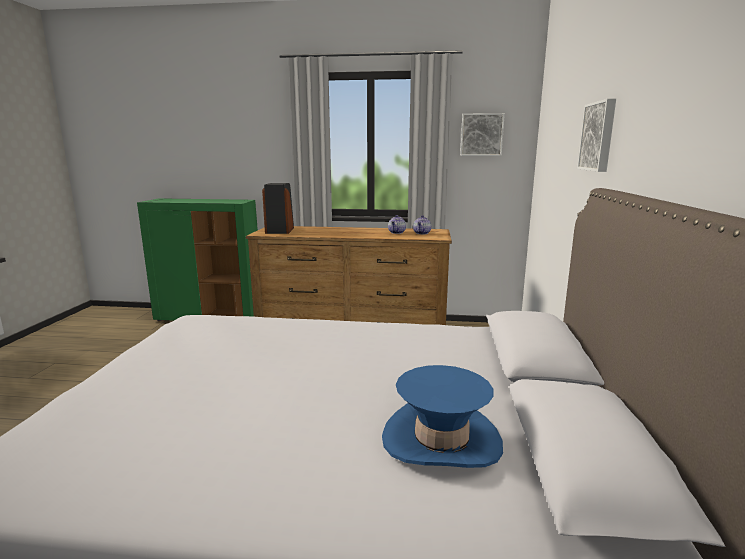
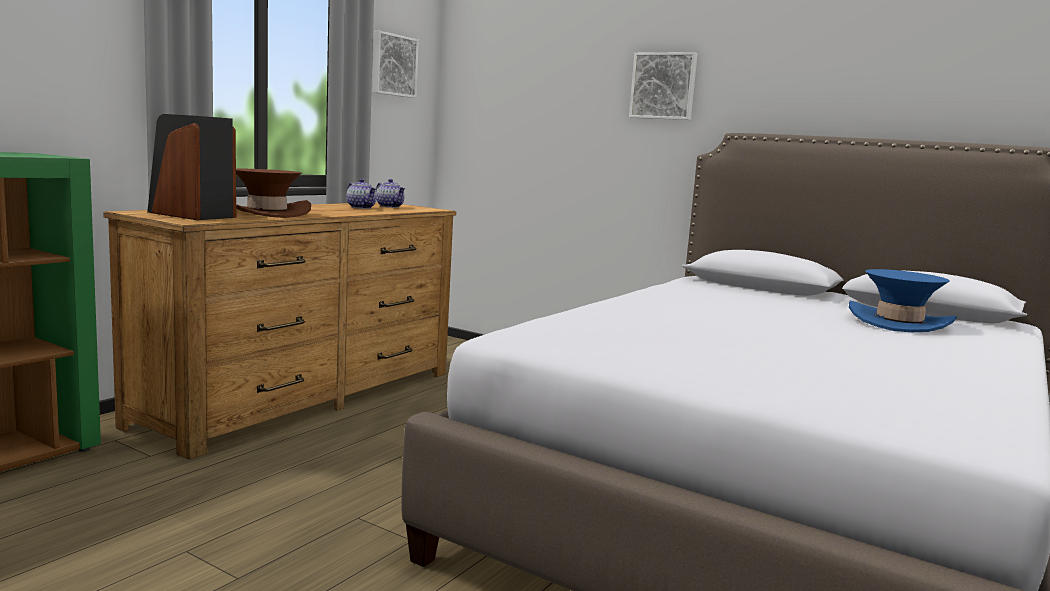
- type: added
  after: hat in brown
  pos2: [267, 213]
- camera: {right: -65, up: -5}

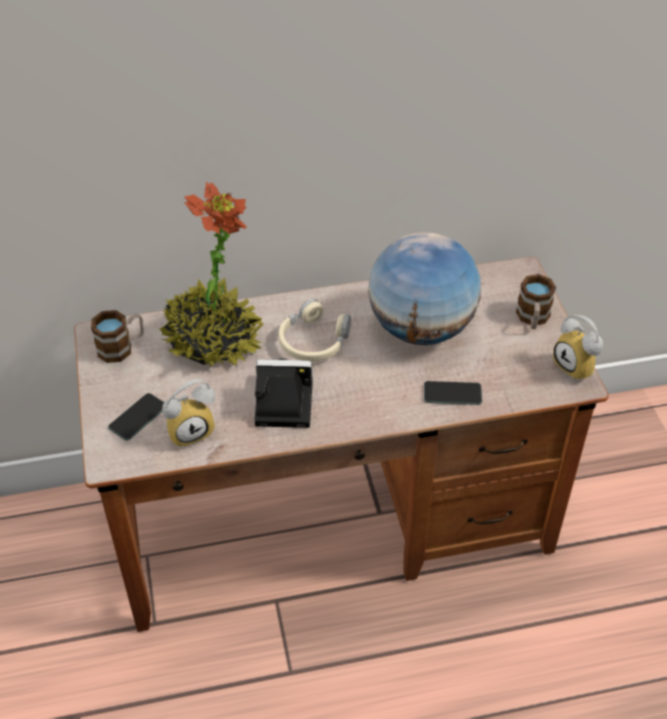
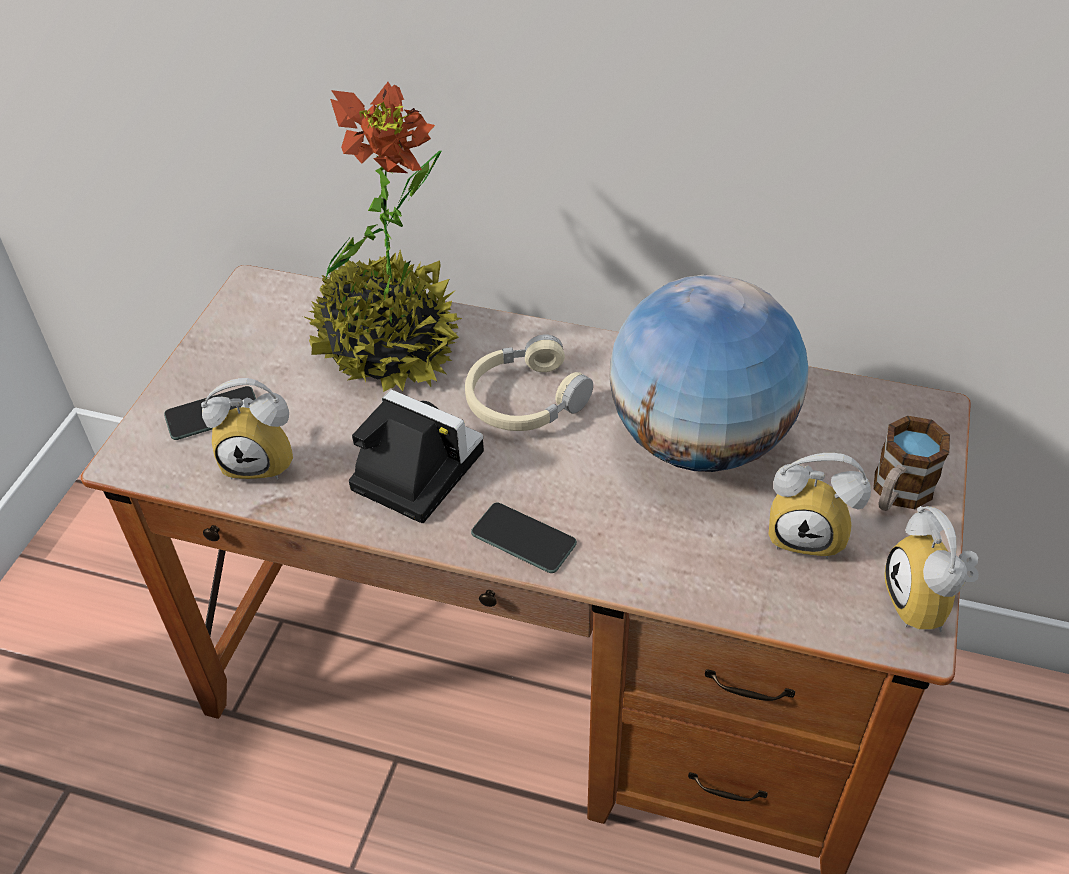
- type: removed
  before: mug
  pos1: [122, 347]
- type: moved
  before: phone
  pos1: [452, 394]
  pos2: [523, 538]
- type: added
  after: alarm clock
  pos2: [809, 533]
- camera: {right: 30, up: 0}

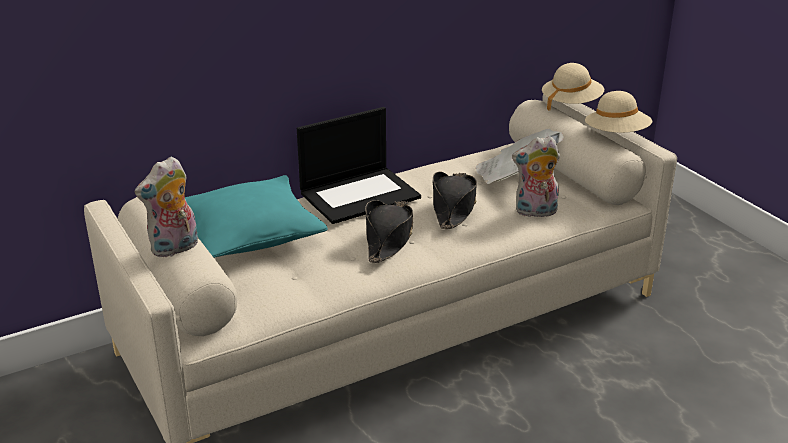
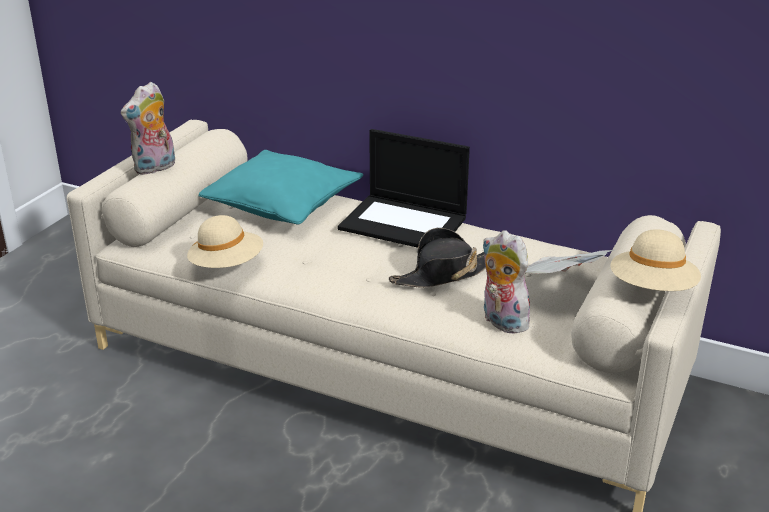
- type: moved
  before: hat in beige
  pos1: [571, 104]
  pos2: [227, 265]
- type: turned
  before: plush toy
  pos1: [174, 249]
  pos2: [155, 168]
  turn: -60
- type: removed
  before: hat in black
  pos1: [388, 238]
- camera: {right: 55, up: 0}

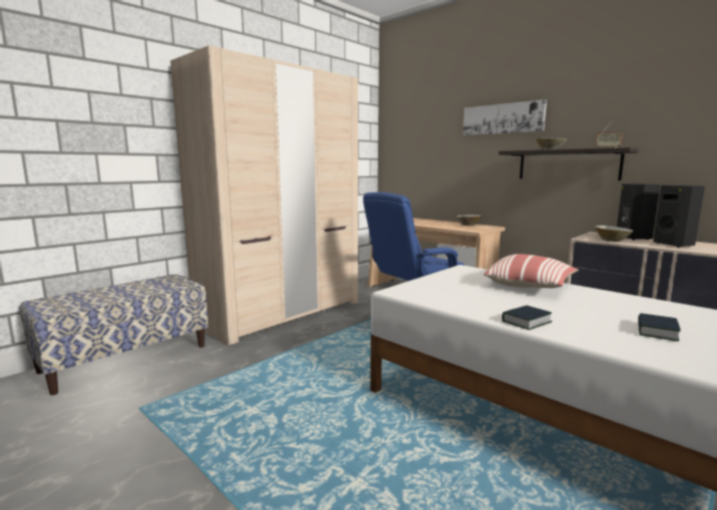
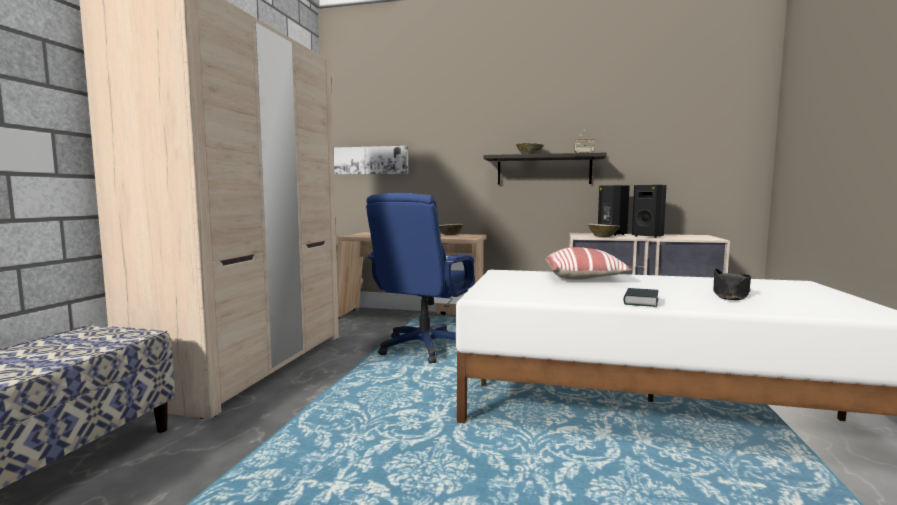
- type: moved
  before: picture
  pos1: [502, 119]
  pos2: [369, 160]
- type: replaced
  before: book
  after: hat in black
  pos1: [656, 331]
  pos2: [730, 295]
- camera: {right: -30, up: -5}

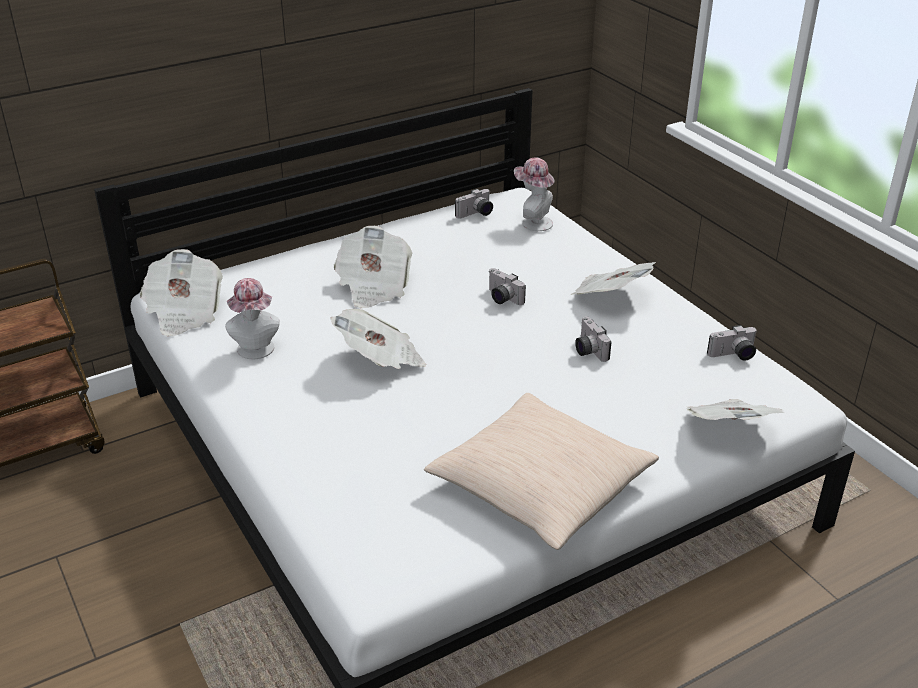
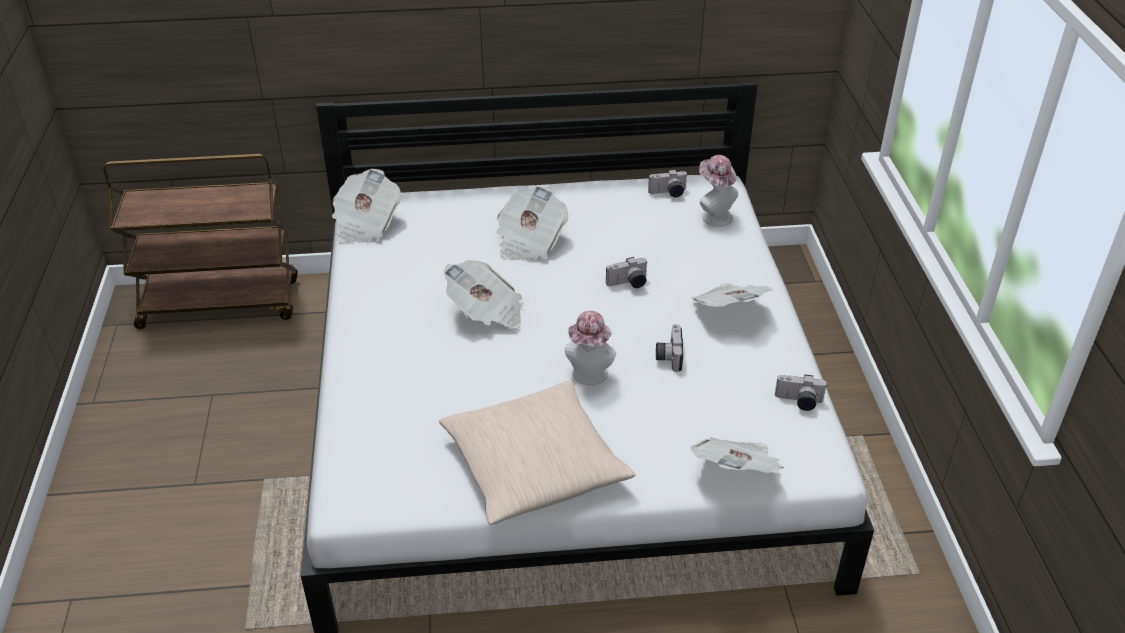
- type: turned
  before: photo camera
  pos1: [501, 298]
  pos2: [628, 284]
  turn: -90
- type: moved
  before: hat
  pos1: [256, 351]
  pos2: [589, 376]
- camera: {right: 25, up: 5}

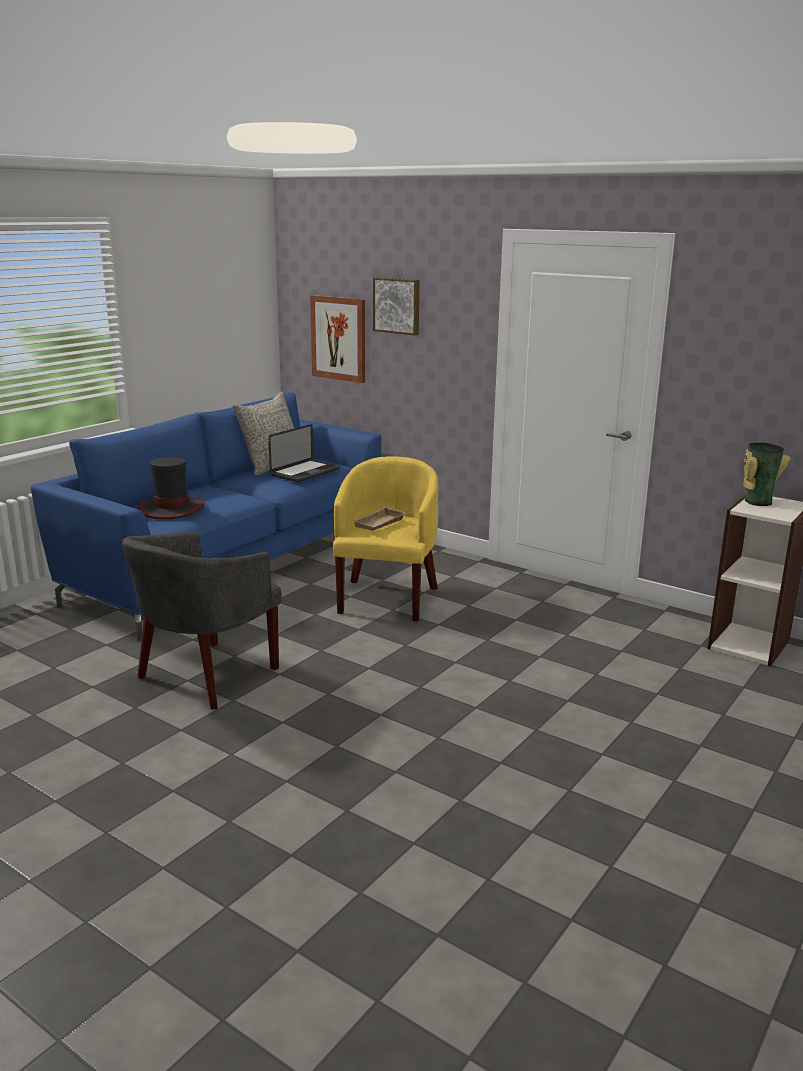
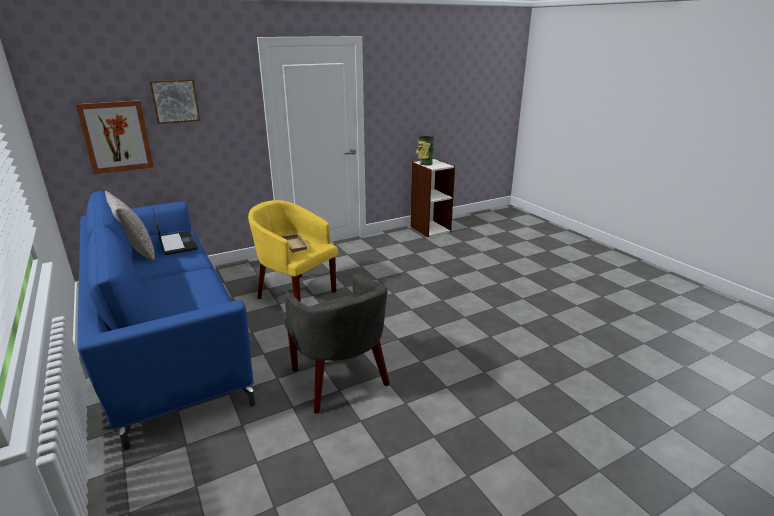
- type: removed
  before: hat
  pos1: [171, 509]
- camera: {right: -65, up: 5}

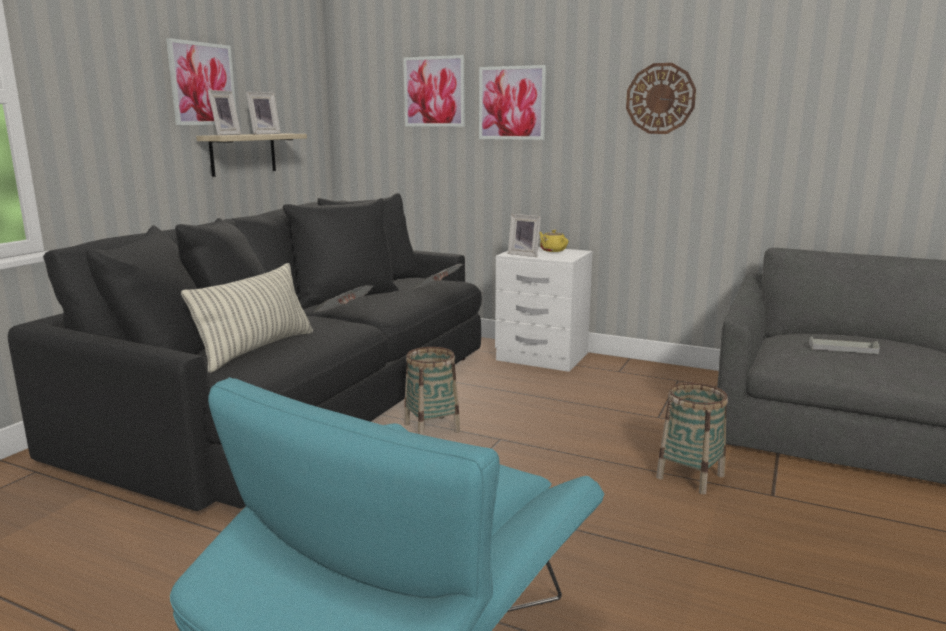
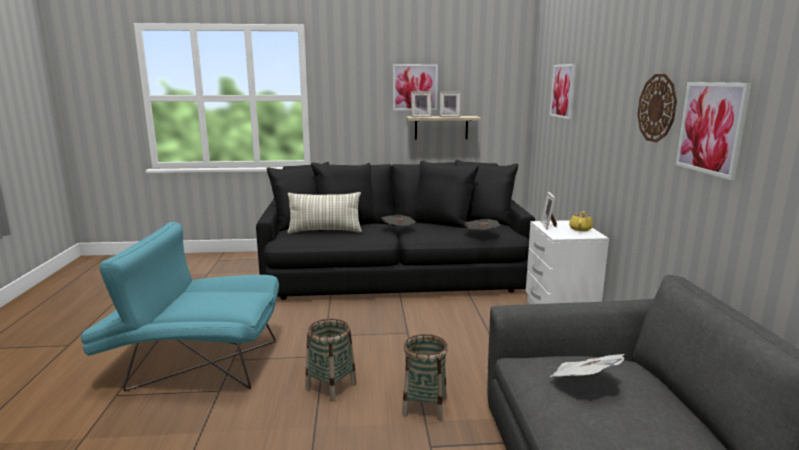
- type: moved
  before: picture
  pos1: [512, 103]
  pos2: [711, 128]
- type: replaced
  before: tray in grey
  after: newspaper
  pos1: [842, 348]
  pos2: [584, 382]
- type: moved
  before: basket
  pos1: [431, 428]
  pos2: [331, 387]
- camera: {right: 60, up: 0}

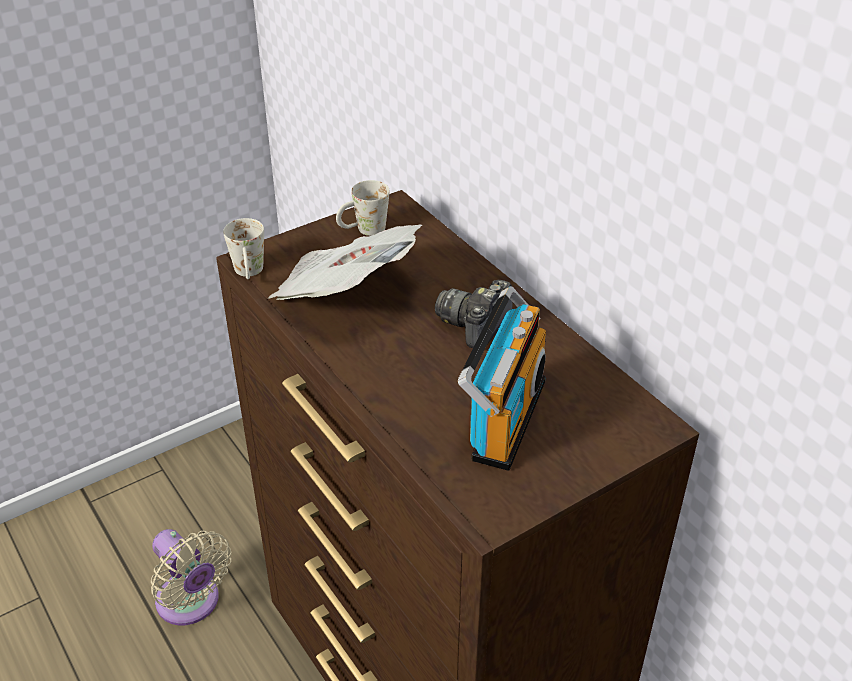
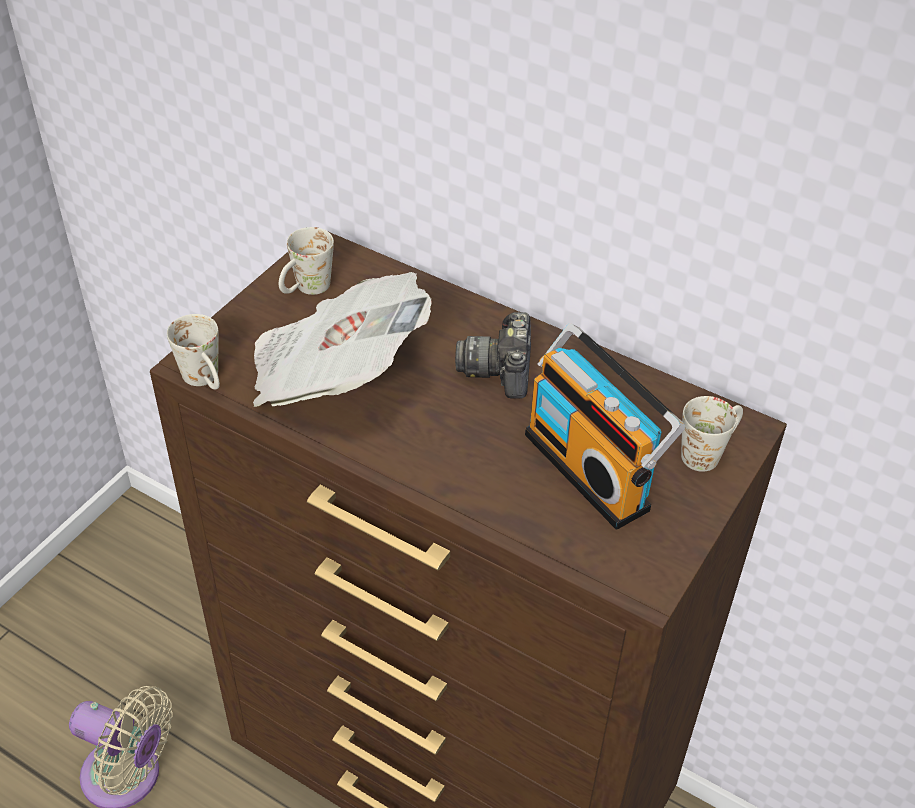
- type: turned
  before: radio
  pos1: [502, 418]
  pos2: [592, 469]
  turn: 150
- type: added
  after: mug in white
  pos2: [708, 451]
- camera: {right: -25, up: 5}

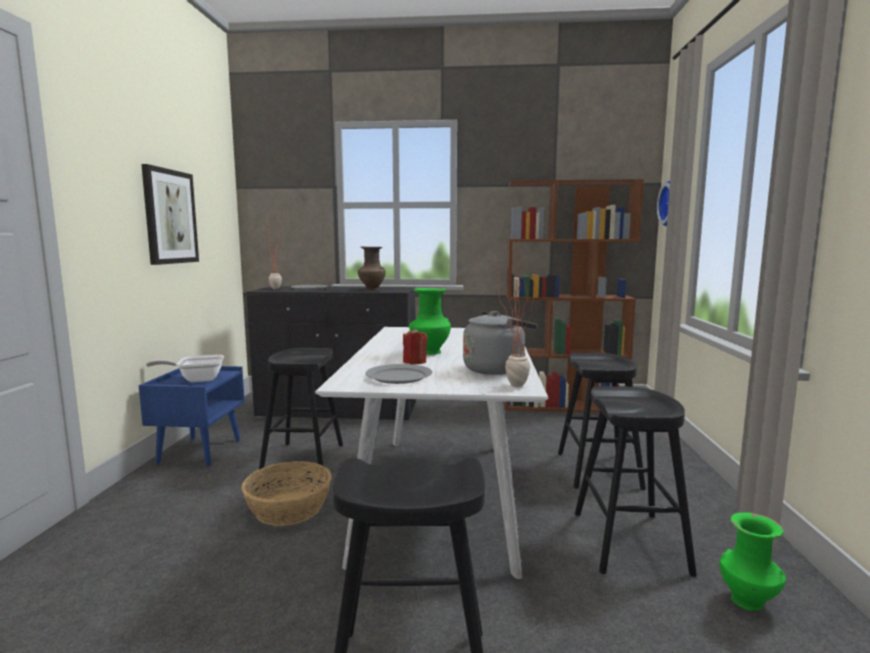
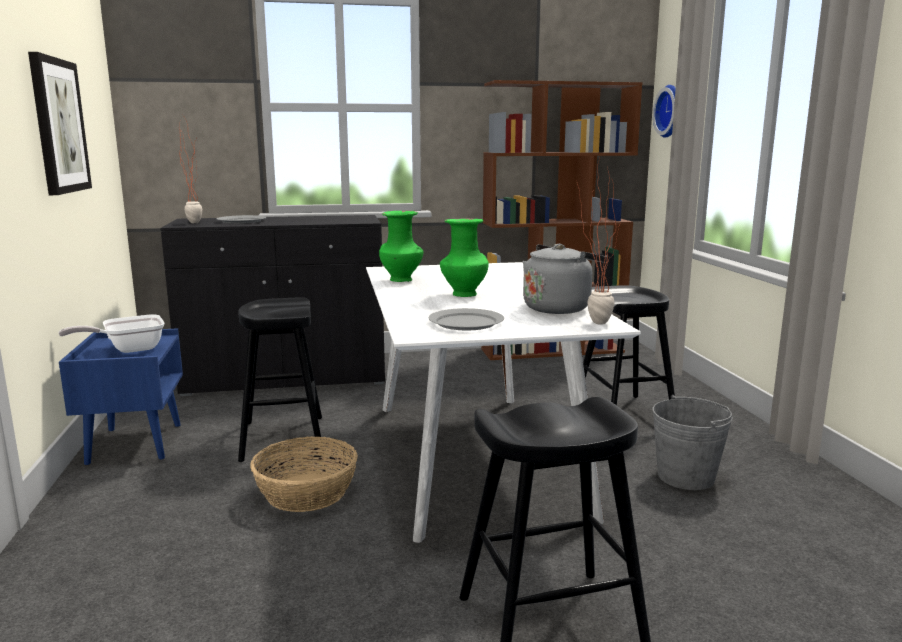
- type: removed
  before: vase in brown
  pos1: [371, 289]
- type: removed
  before: candle in red
  pos1: [414, 362]
- type: replaced
  before: stool in black
  after: bucket in grey
  pos1: [629, 541]
  pos2: [686, 477]
- type: moved
  before: vase in green
  pos1: [748, 602]
  pos2: [402, 280]
- camera: {right: -15, up: 5}

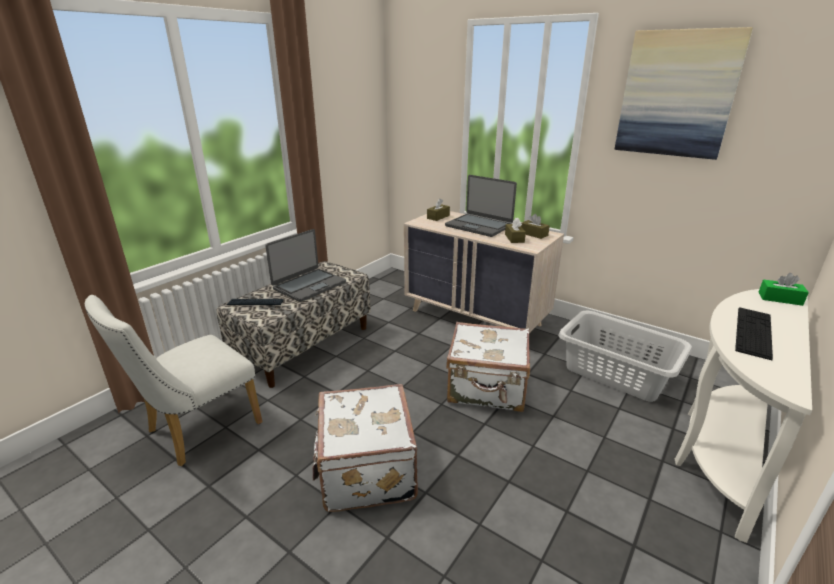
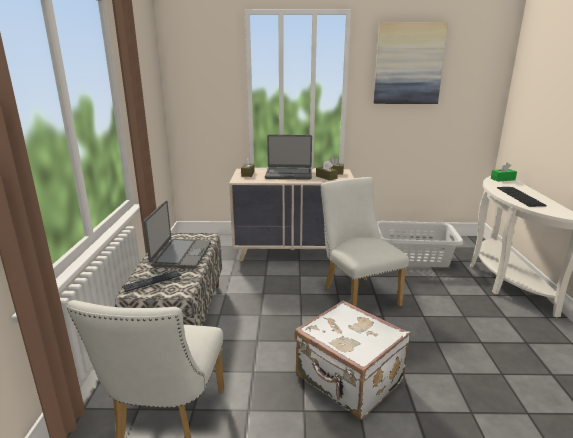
- type: replaced
  before: suitcase in white
  after: chair in white
  pos1: [487, 389]
  pos2: [357, 294]
- camera: {right: -35, up: -5}

